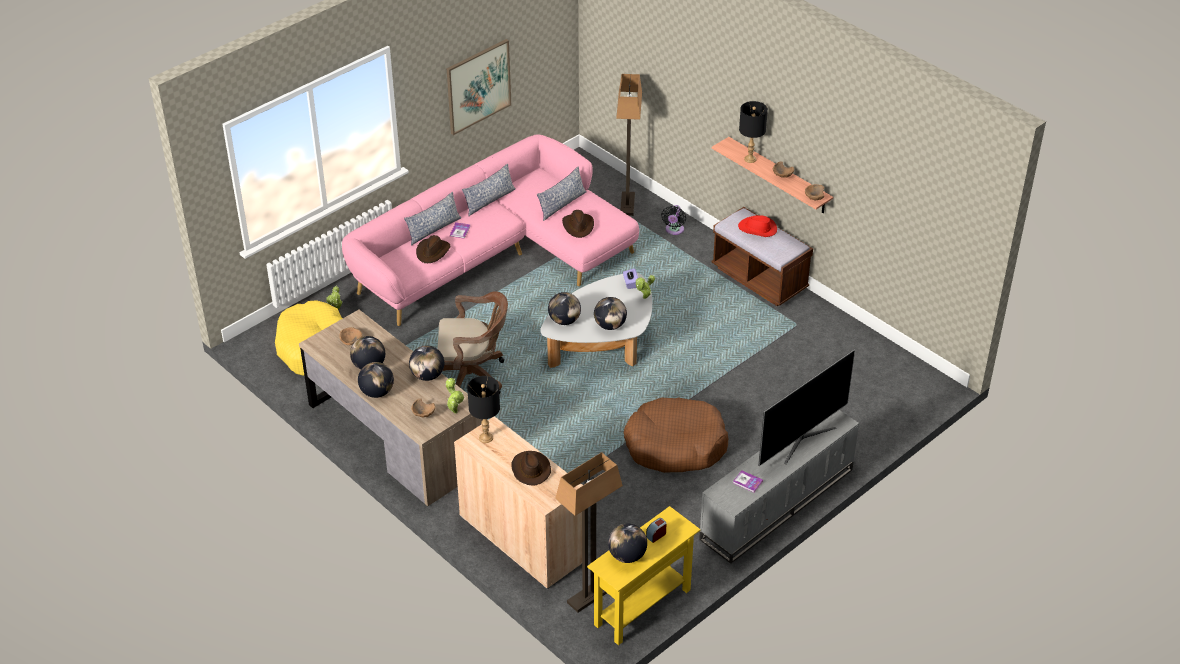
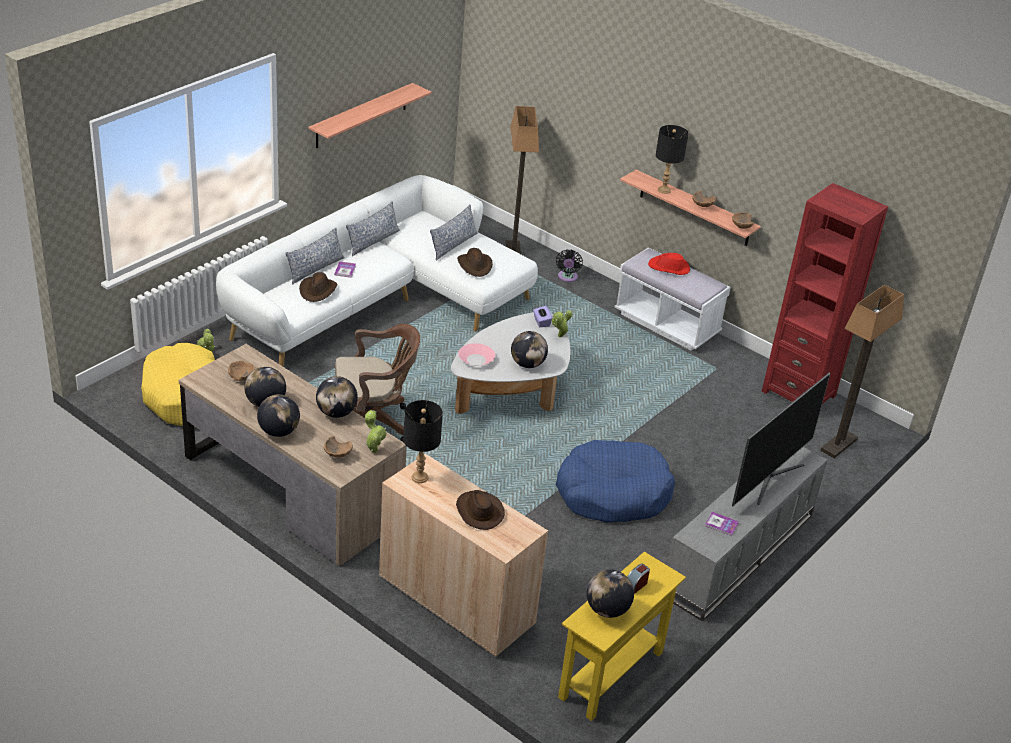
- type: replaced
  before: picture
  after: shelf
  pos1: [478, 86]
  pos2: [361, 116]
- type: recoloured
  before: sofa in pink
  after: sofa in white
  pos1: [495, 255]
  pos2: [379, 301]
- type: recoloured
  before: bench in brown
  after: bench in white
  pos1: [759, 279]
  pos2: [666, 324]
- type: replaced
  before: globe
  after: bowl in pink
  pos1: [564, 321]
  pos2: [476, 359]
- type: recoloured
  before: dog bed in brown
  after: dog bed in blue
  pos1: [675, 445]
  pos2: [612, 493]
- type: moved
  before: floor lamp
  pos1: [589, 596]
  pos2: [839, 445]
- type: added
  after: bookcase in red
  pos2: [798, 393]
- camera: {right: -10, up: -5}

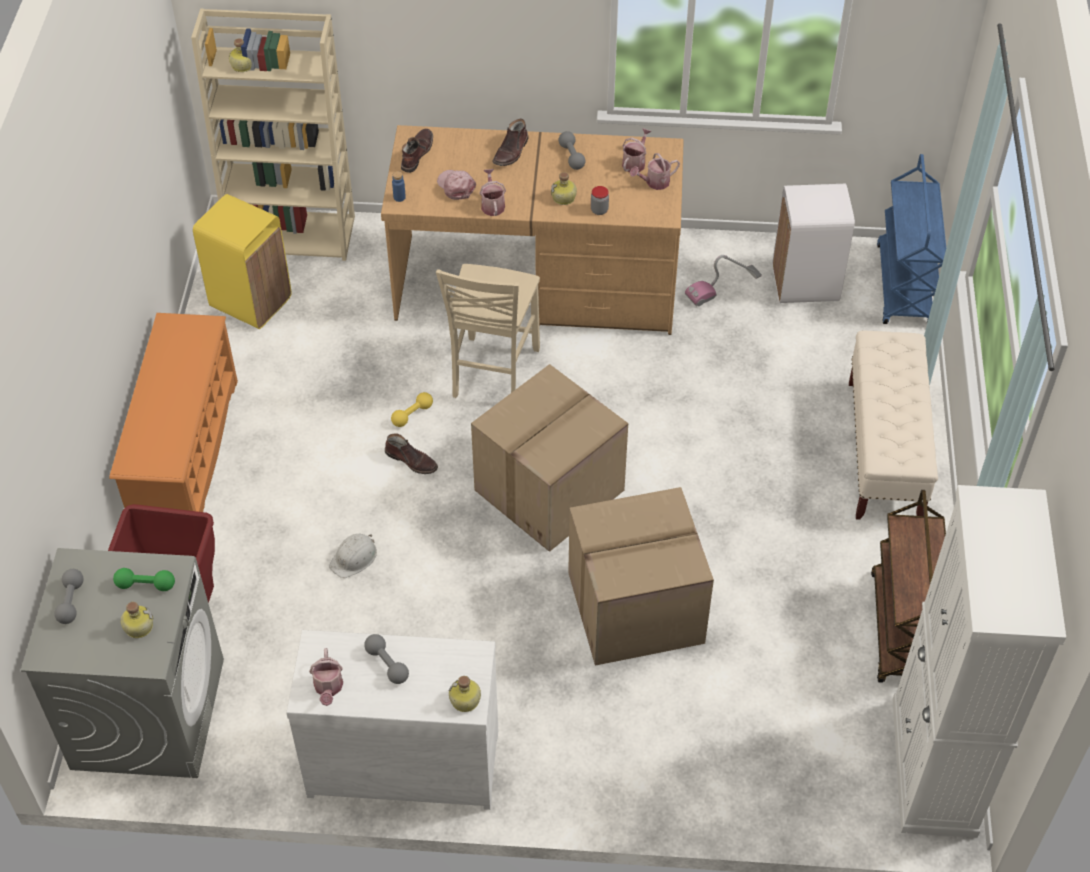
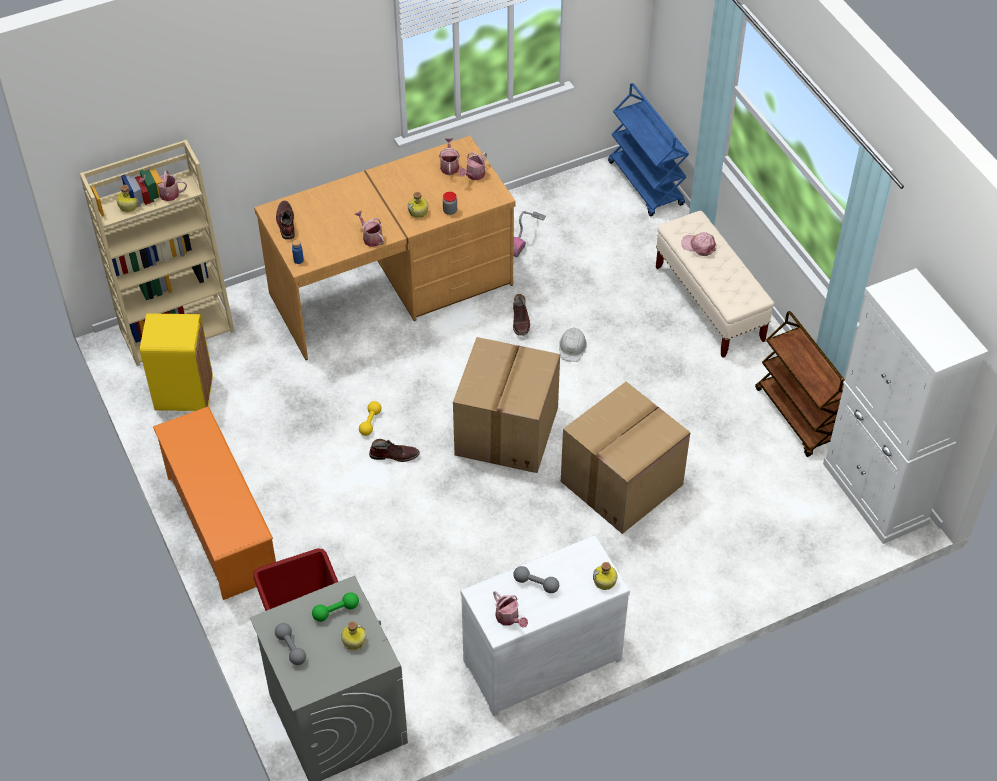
- type: moved
  before: boot in brown
  pos1: [511, 152]
  pos2: [521, 321]
- type: removed
  before: dumbbell in grey
  pos1: [571, 156]
- type: moved
  before: cap in pink
  pos1: [456, 186]
  pos2: [698, 246]
- type: removed
  before: trash can in white
  pos1: [804, 283]
- type: removed
  before: chair in beige
  pos1: [493, 374]
- type: moved
  before: hard hat in white
  pos1: [354, 558]
  pos2: [572, 347]
- type: added
  after: watering can
  pos2: [165, 194]
- camera: {right: -30, up: 0}

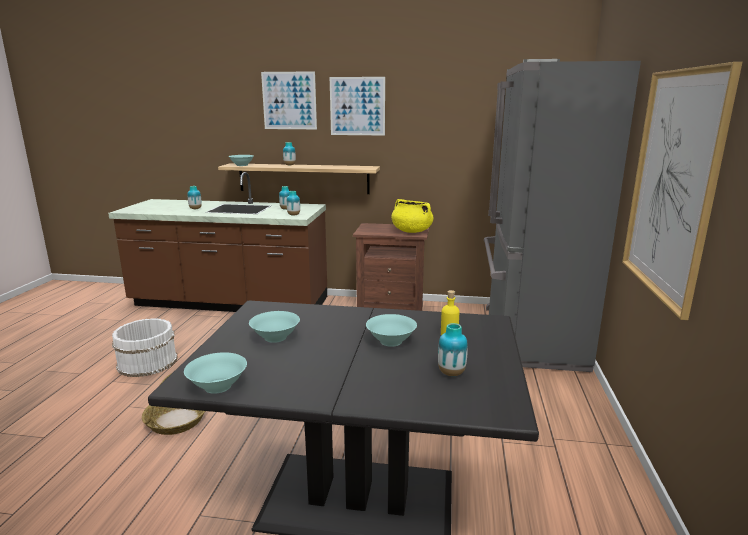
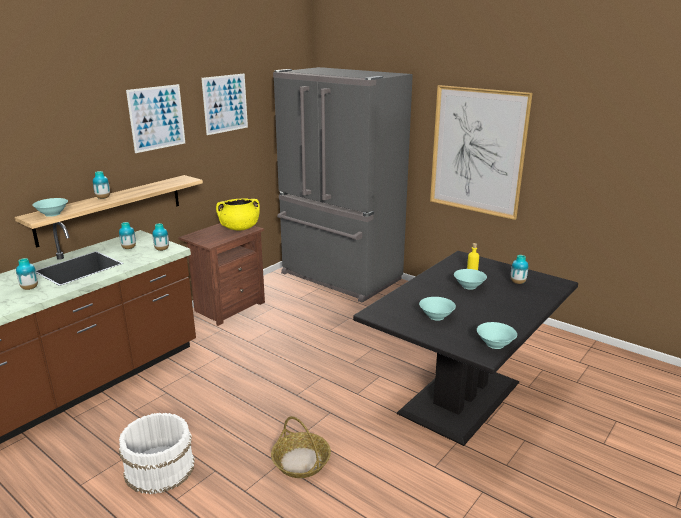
- type: moved
  before: picture
  pos1: [289, 100]
  pos2: [225, 103]
- camera: {right: -60, up: 5}

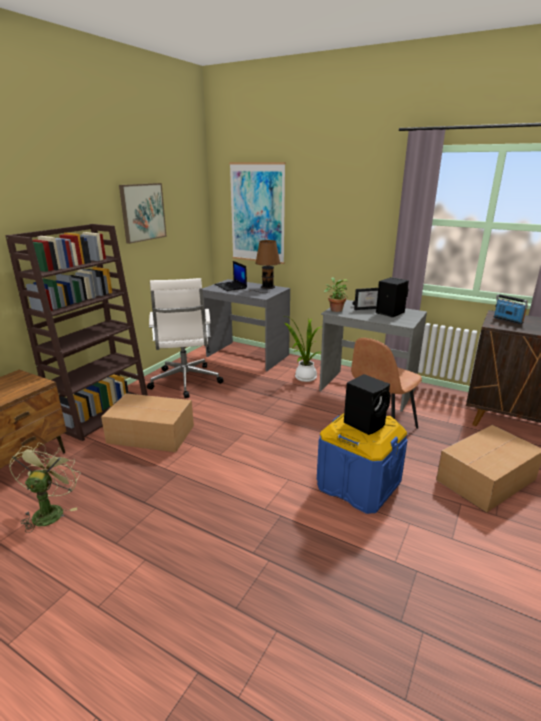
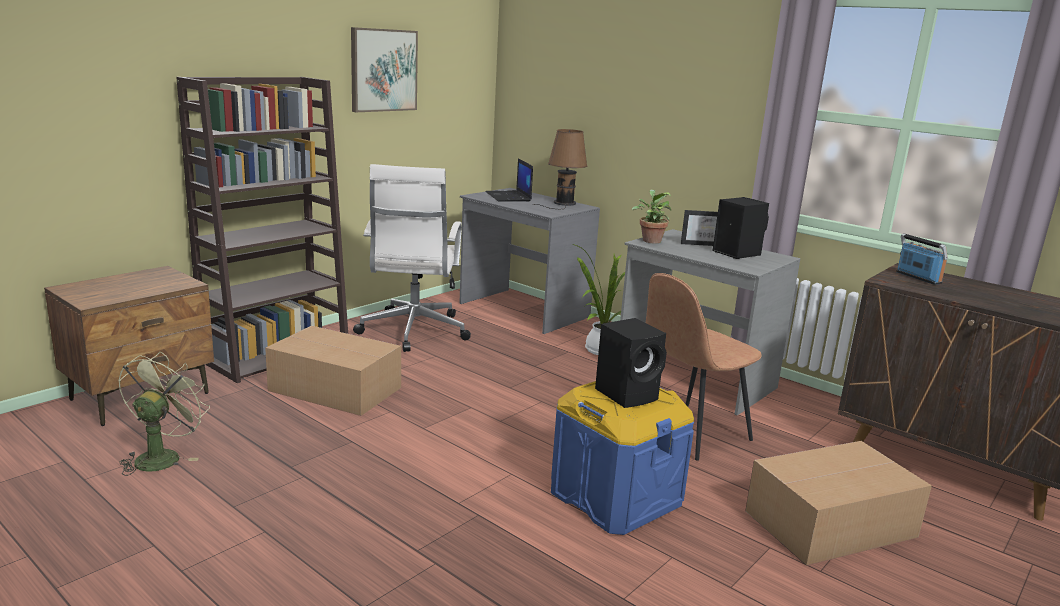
- type: removed
  before: picture
  pos1: [257, 213]
- camera: {right: 10, up: -5}

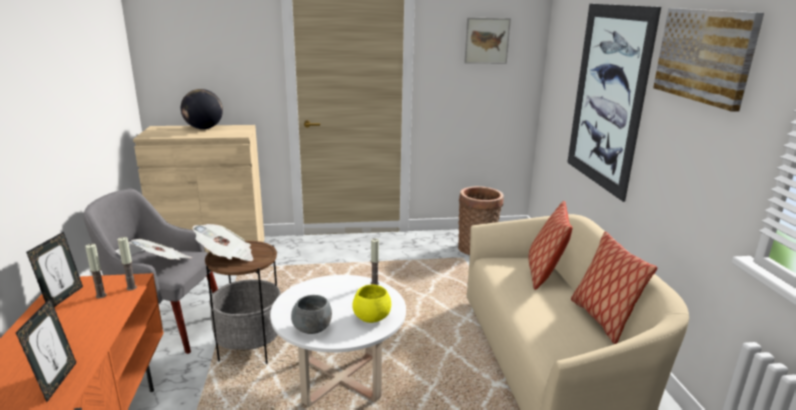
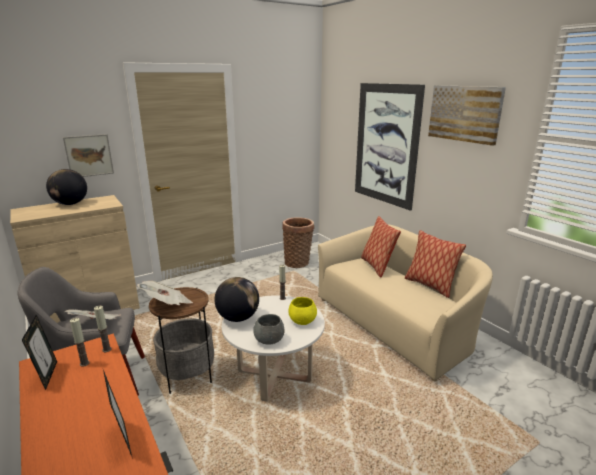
- type: moved
  before: picture
  pos1: [487, 40]
  pos2: [89, 155]
- type: added
  after: globe
  pos2: [238, 318]
- camera: {right: -25, up: 0}

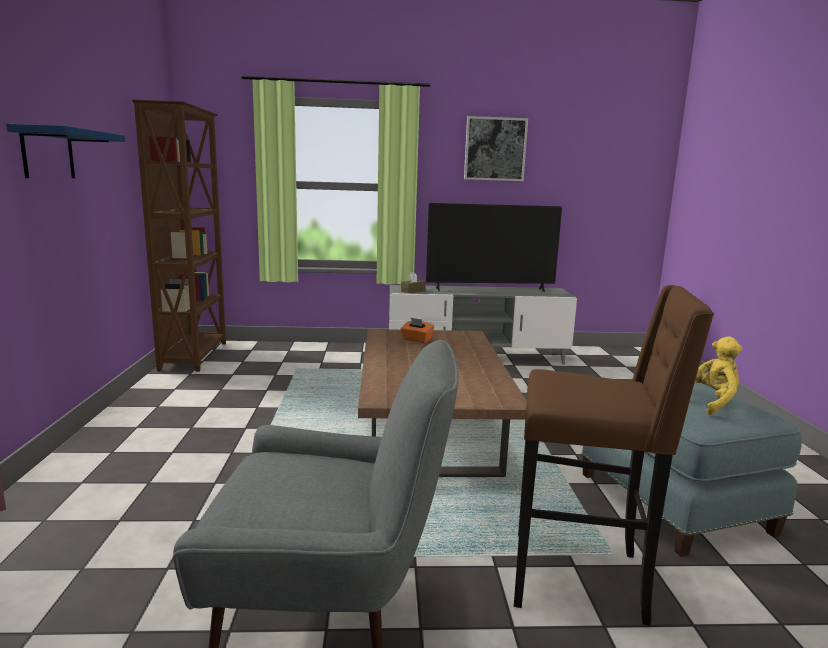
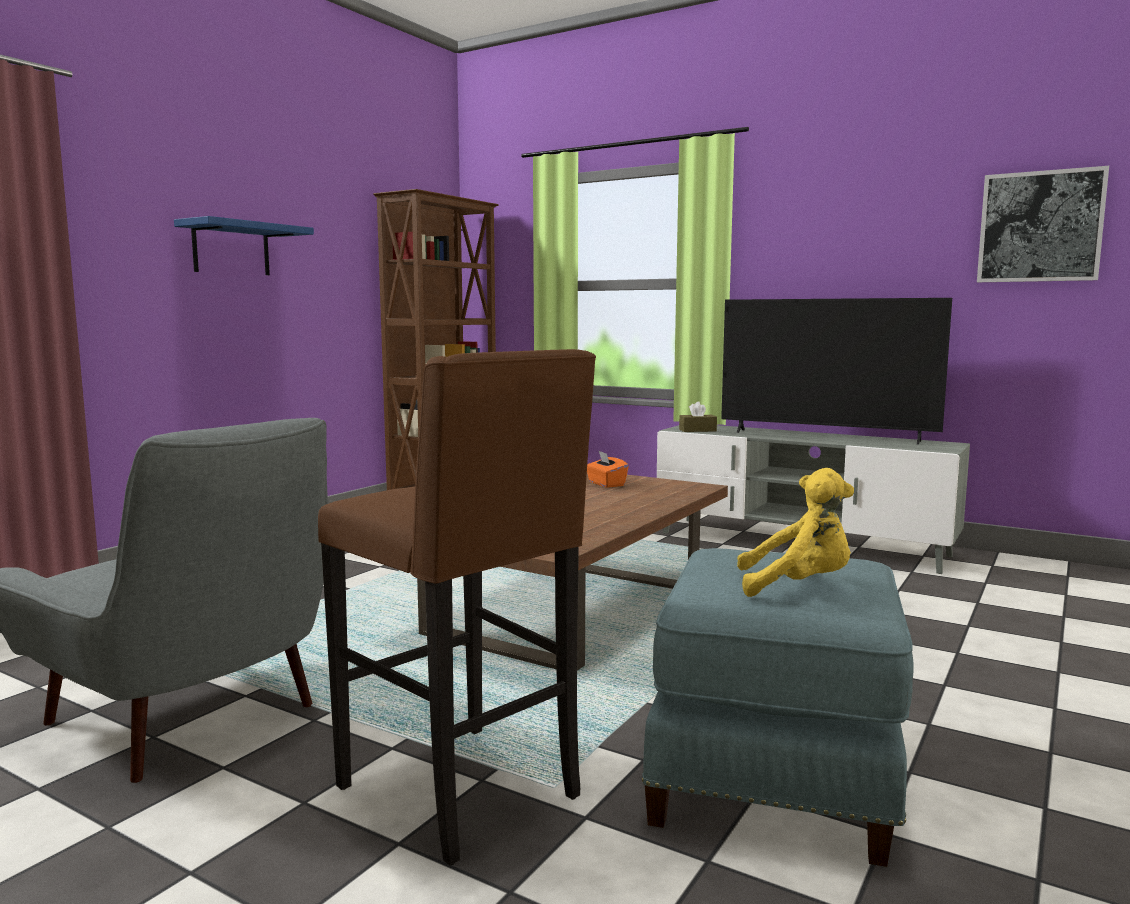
- type: moved
  before: picture
  pos1: [495, 149]
  pos2: [1040, 227]
- camera: {right: 35, up: -5}

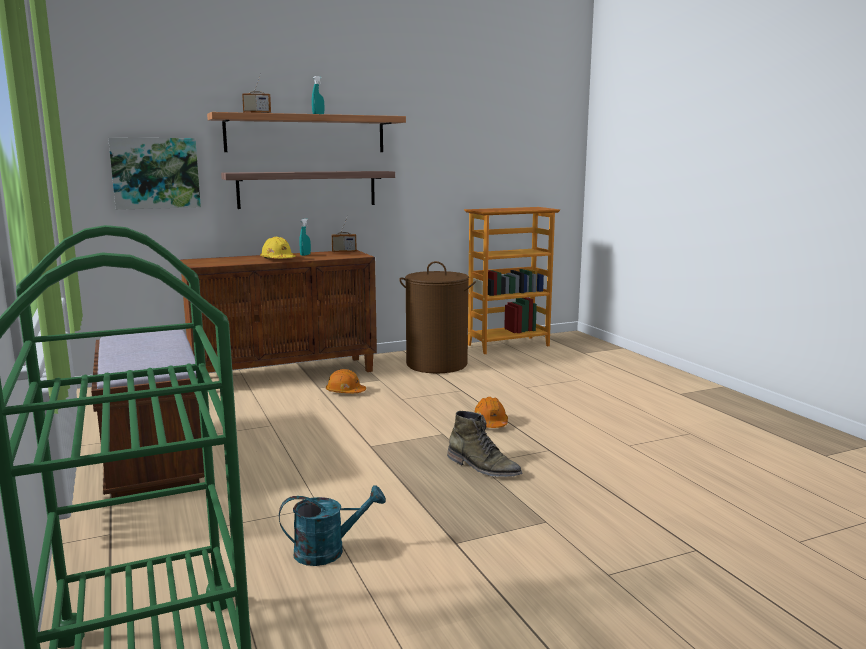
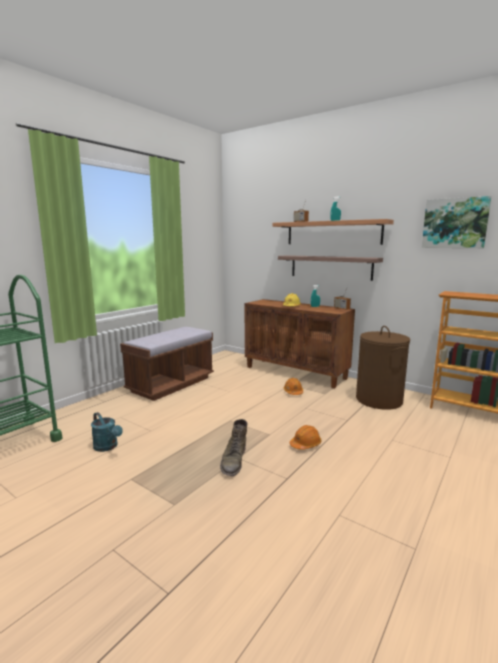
- type: moved
  before: picture
  pos1: [155, 173]
  pos2: [455, 223]
- camera: {right: 60, up: 0}

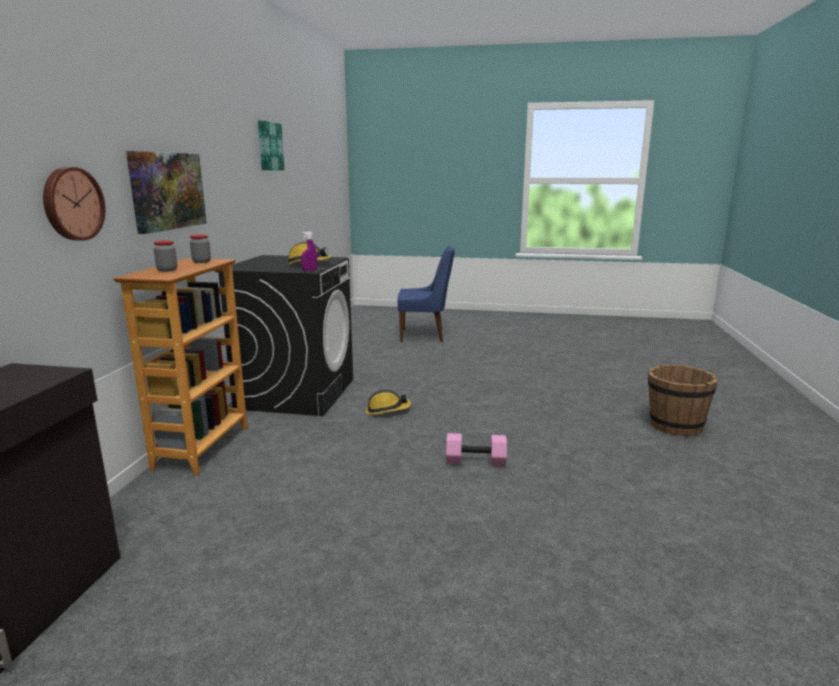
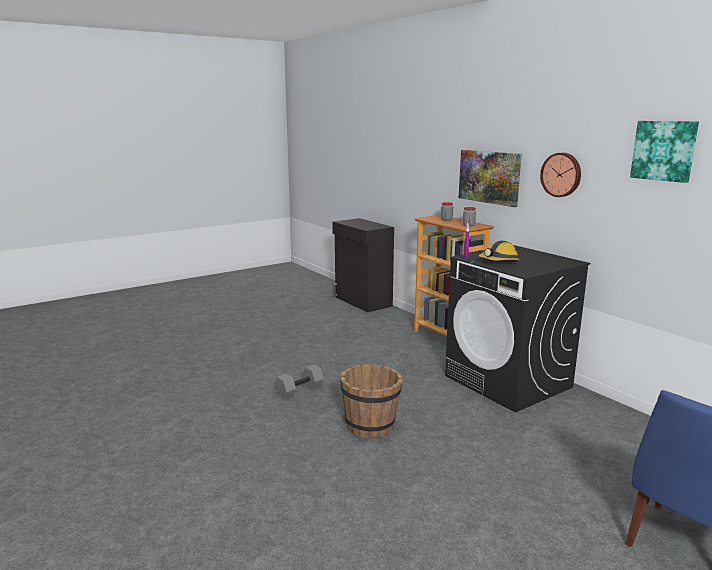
- type: moved
  before: wall clock
  pos1: [72, 204]
  pos2: [561, 174]
- type: moved
  before: bucket in brown
  pos1: [675, 426]
  pos2: [371, 425]
- type: removed
  before: hard hat
  pos1: [387, 410]
- type: recoloured
  before: dumbbell in pink
  after: dumbbell in grey
  pos1: [475, 462]
  pos2: [299, 390]
- camera: {right: 135, up: 0}

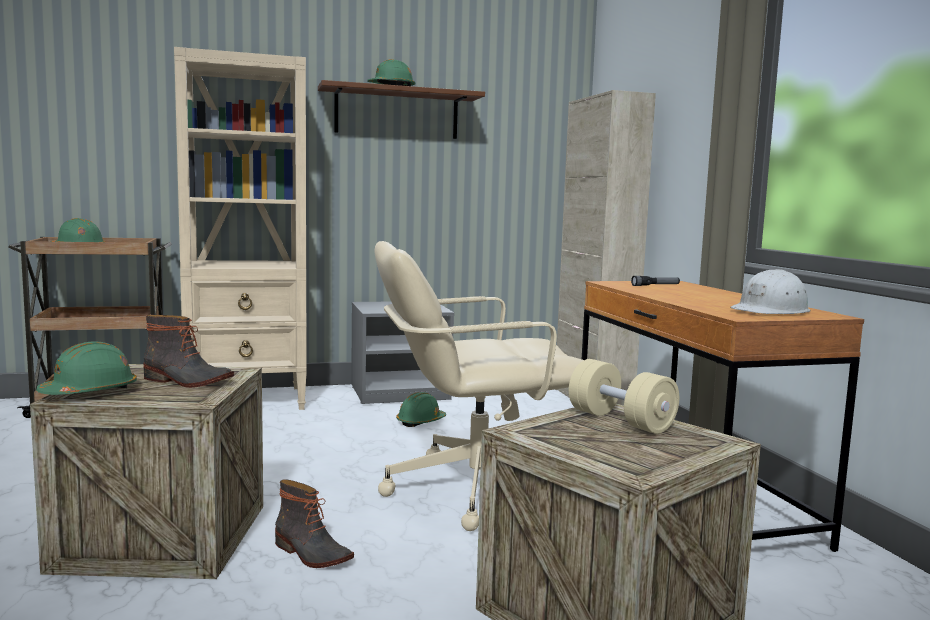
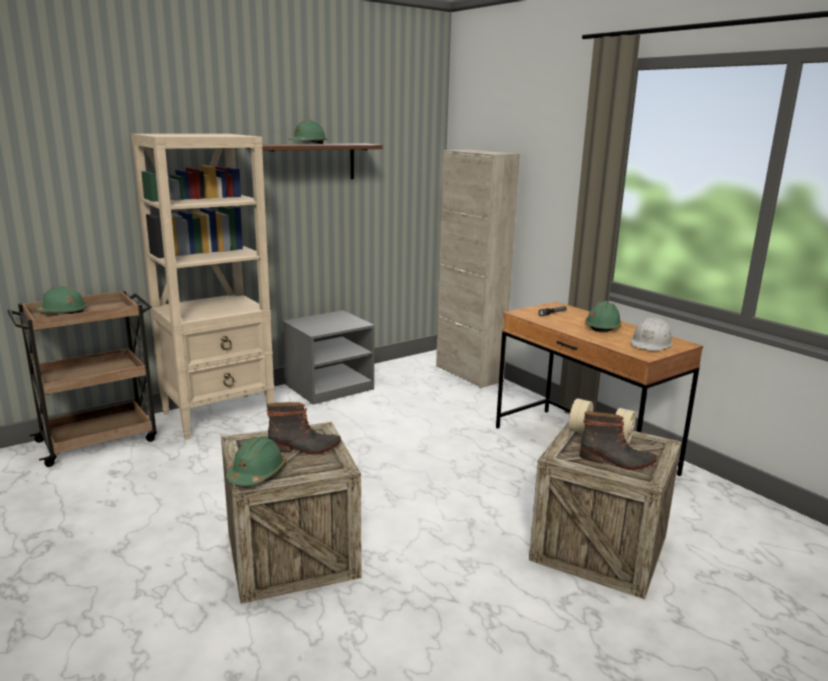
- type: removed
  before: office chair in beige
  pos1: [473, 489]
- type: moved
  before: hard hat in green
  pos1: [420, 422]
  pos2: [603, 327]
- type: moved
  before: boot
  pos1: [311, 554]
  pos2: [616, 461]
- camera: {right: -20, up: 10}

